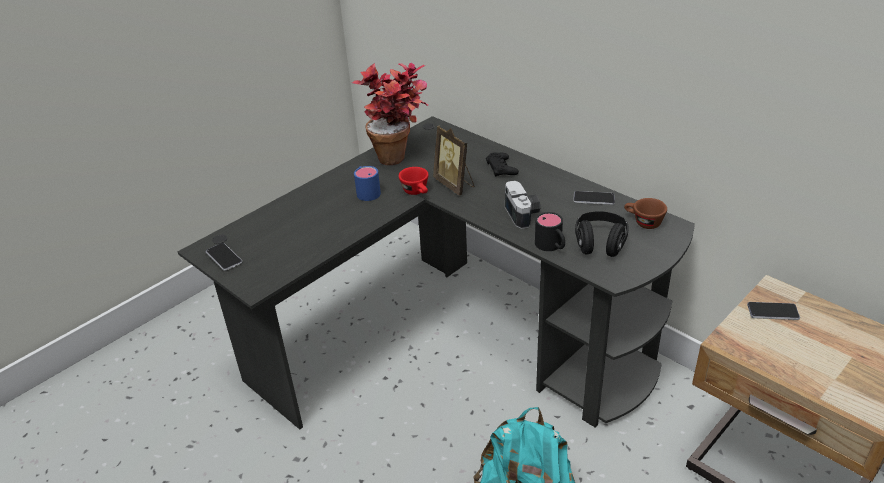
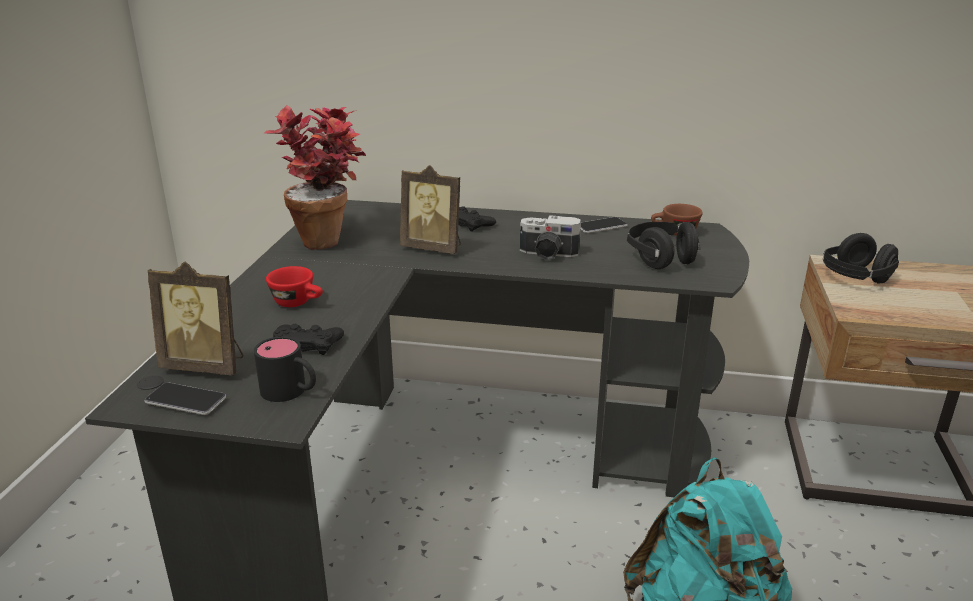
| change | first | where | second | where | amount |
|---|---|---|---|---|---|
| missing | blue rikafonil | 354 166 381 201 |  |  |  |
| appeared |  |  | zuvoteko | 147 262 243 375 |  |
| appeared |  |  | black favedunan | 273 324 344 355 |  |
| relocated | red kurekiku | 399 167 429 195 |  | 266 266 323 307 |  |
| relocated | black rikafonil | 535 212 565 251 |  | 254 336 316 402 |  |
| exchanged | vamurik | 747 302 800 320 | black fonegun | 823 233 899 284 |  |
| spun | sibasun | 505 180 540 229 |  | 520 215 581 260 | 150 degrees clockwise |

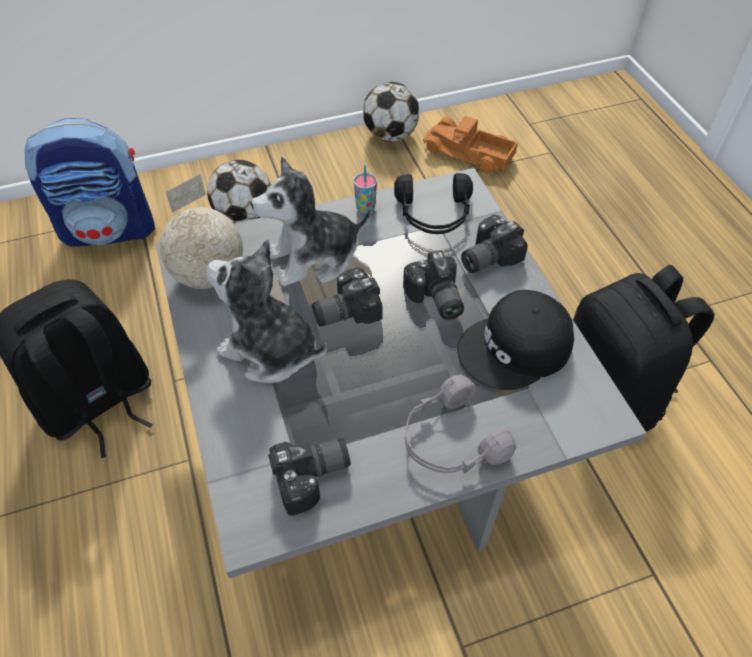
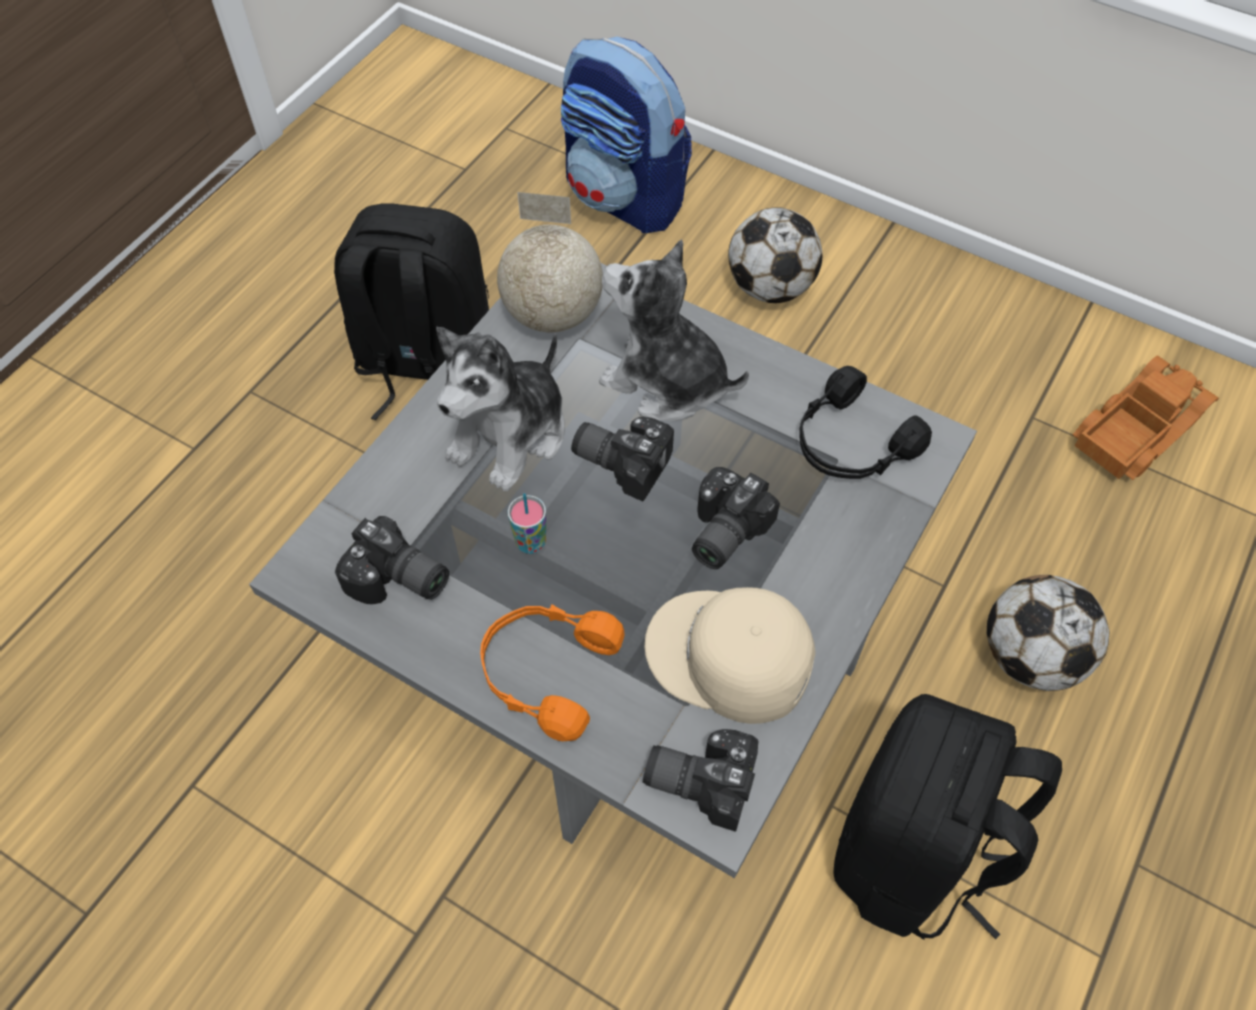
| change | first | where | second | where | amount |
|---|---|---|---|---|---|
| relocated | kurekiku | 354 165 377 214 |  | 508 493 546 554 |  |
| relocated | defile | 363 82 420 142 |  | 987 575 1110 691 |  |
| relocated | sibasun | 461 215 528 273 |  | 643 729 759 832 |  |
| colour | grey fonegun | 405 374 516 474 | orange fonegun | 480 604 625 741 |  |
| colour | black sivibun | 458 290 574 390 | beige sivibun | 645 587 816 724 |  |
| spun | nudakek | 206 240 327 383 |  | 436 327 565 491 | 135 degrees counterclockwise |
| spun | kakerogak | 423 116 518 174 |  | 1072 355 1219 480 | 60 degrees clockwise |

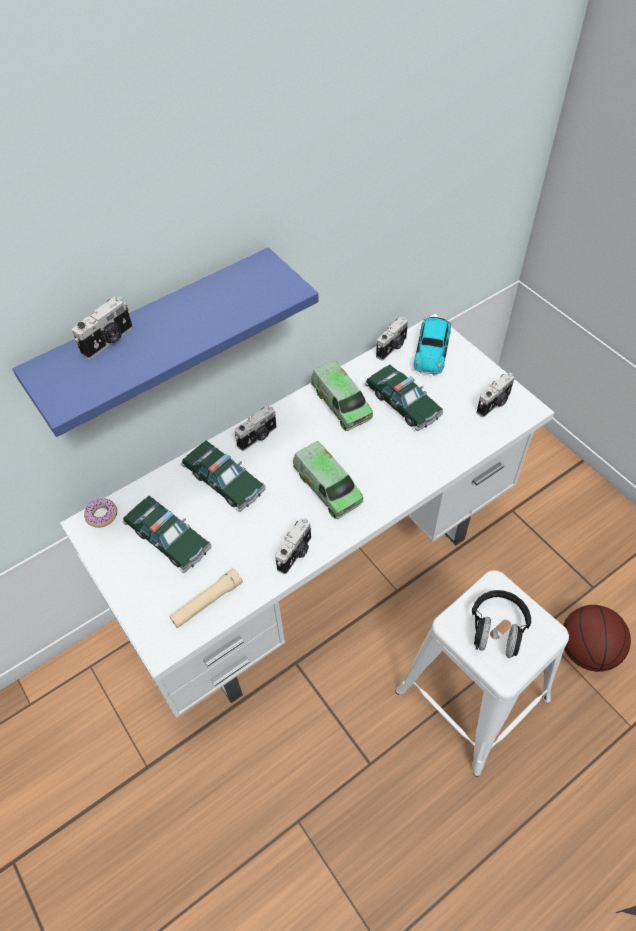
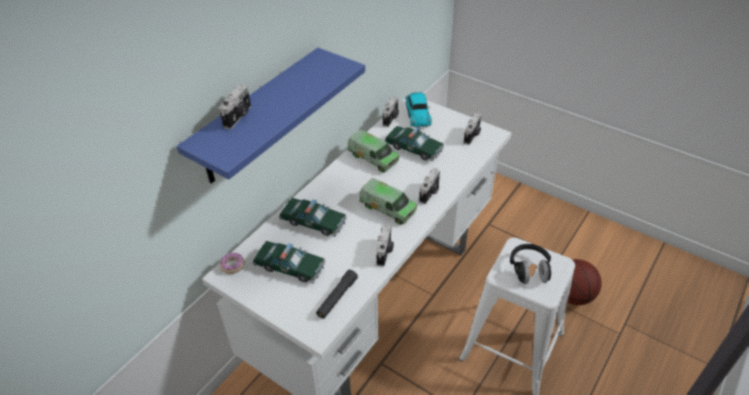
| change | first | where | second | where | amount |
|---|---|---|---|---|---|
| relocated | sibasun | 235 406 276 451 |  | 419 168 440 204 |  |
| colour | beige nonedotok | 169 568 243 628 | black nonedotok | 316 269 358 319 |  |

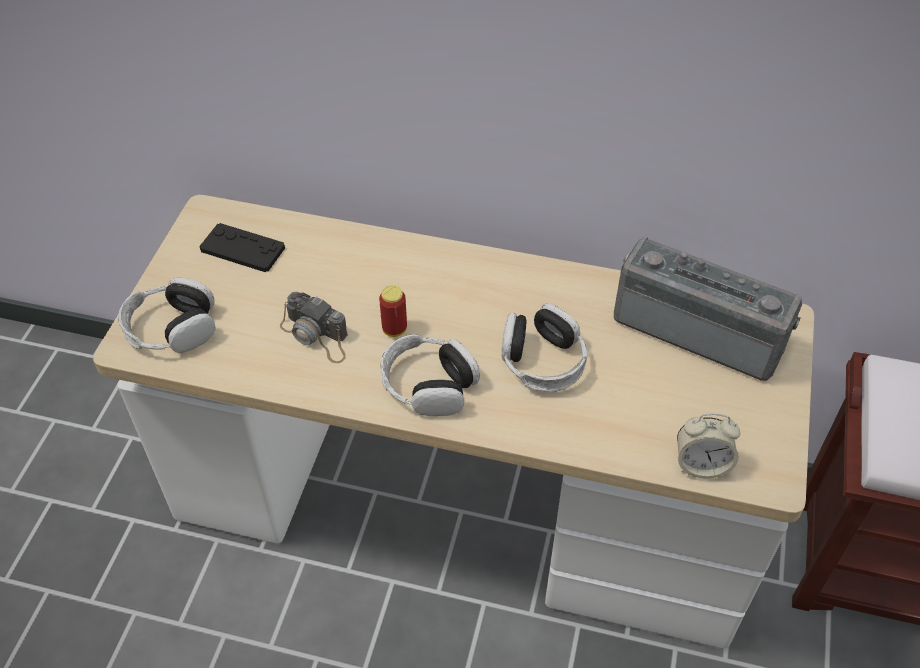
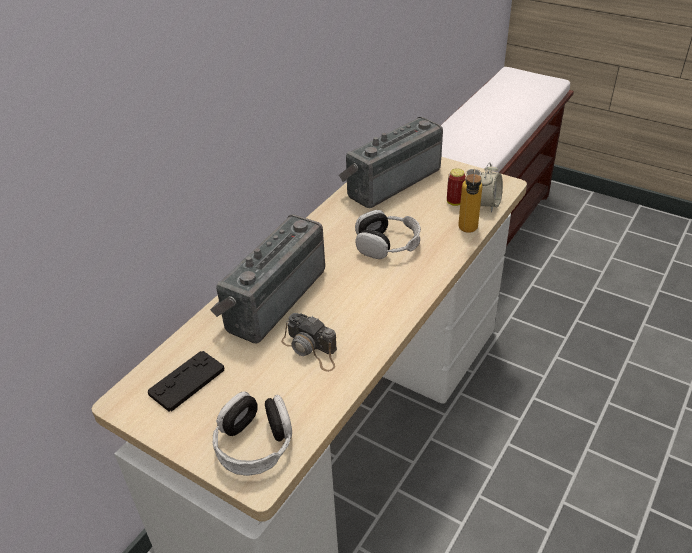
| change | first | where | second | where | amount |
|---|---|---|---|---|---|
| missing | fonegun | 381 334 480 416 |  |  |  |
| appeared |  |  | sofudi | 210 215 325 343 |  |
| appeared |  |  | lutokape | 458 168 482 233 |  |
| relocated | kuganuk | 379 285 407 337 |  | 447 168 466 206 |  |
| spun | sibasun | 280 292 348 363 |  | 281 313 337 372 | 75 degrees clockwise |

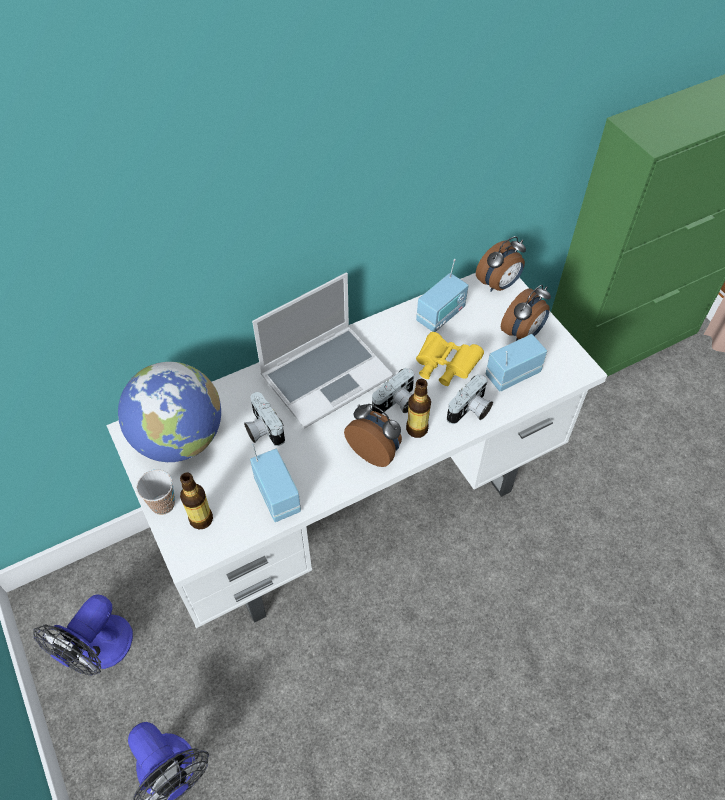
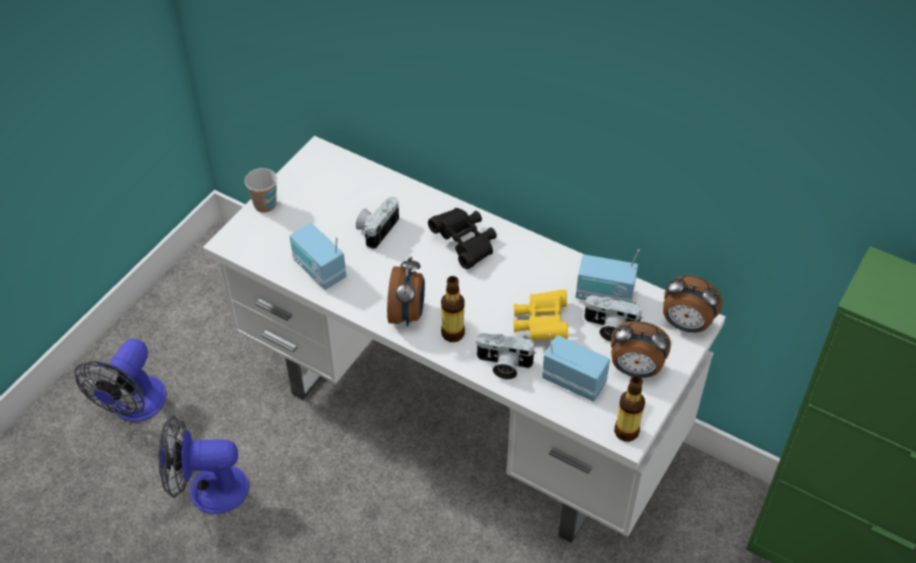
| change | first | where | second | where | amount |
|---|---|---|---|---|---|
| missing | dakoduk | 118 362 221 462 |  |  |  |
| relocated | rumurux | 33 594 133 676 |  | 159 416 249 514 |  |
| relocated | lutokape | 180 472 213 529 |  | 614 376 645 442 |  |
| relocated | sibasun | 372 367 414 414 |  | 584 295 643 342 |  |
| exchanged | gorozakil | 252 273 393 429 | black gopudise | 428 208 497 269 |  |
| spun | sofudi | 250 443 301 522 |  | 289 223 346 290 | 105 degrees clockwise |

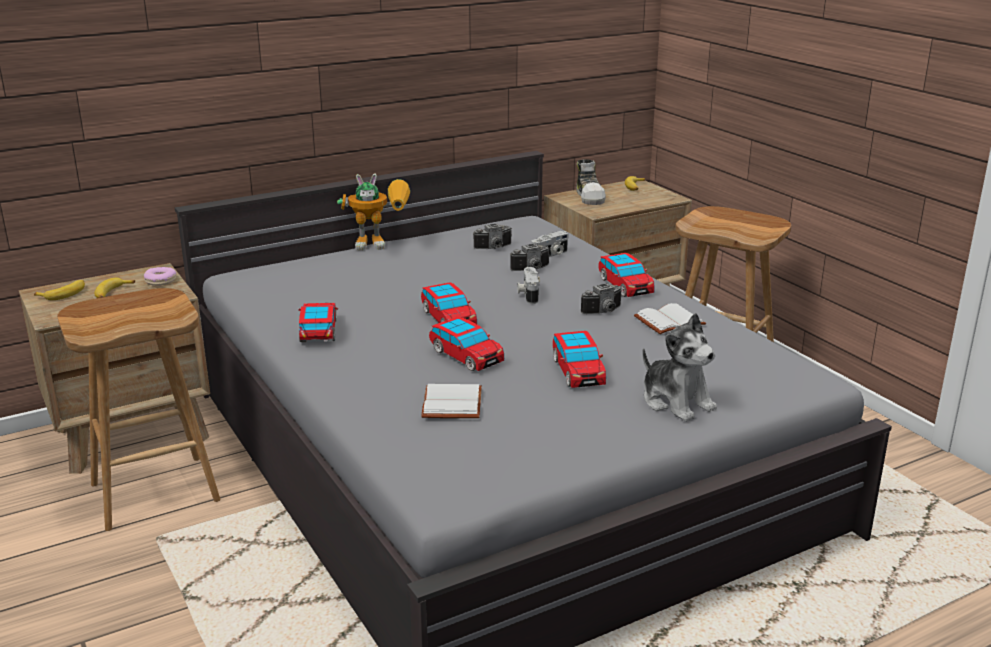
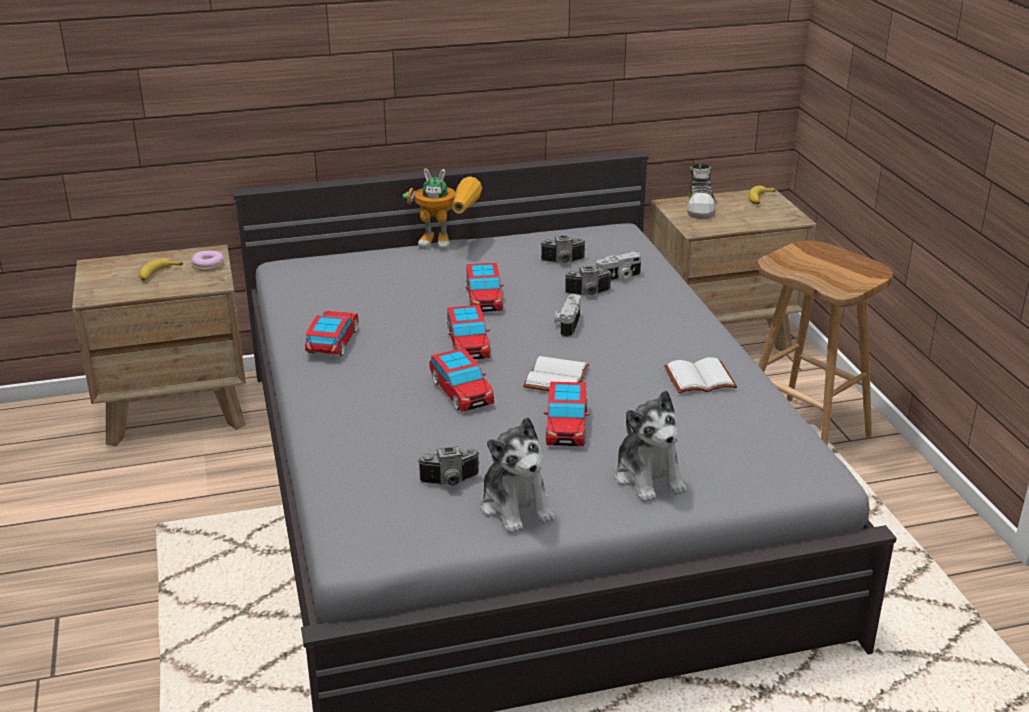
| change | first | where | second | where | amount |
|---|---|---|---|---|---|
| missing | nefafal | 34 280 85 300 |  |  |  |
| missing | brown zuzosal | 57 288 220 531 |  |  |  |
| appeared |  |  | nudakek | 480 417 555 534 |  |
| relocated | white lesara | 421 384 482 418 |  | 523 356 589 391 |  |
| relocated | sibasun | 581 283 622 314 |  | 418 446 479 486 |  |
| relocated | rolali | 598 253 655 297 |  | 466 263 504 312 |  |

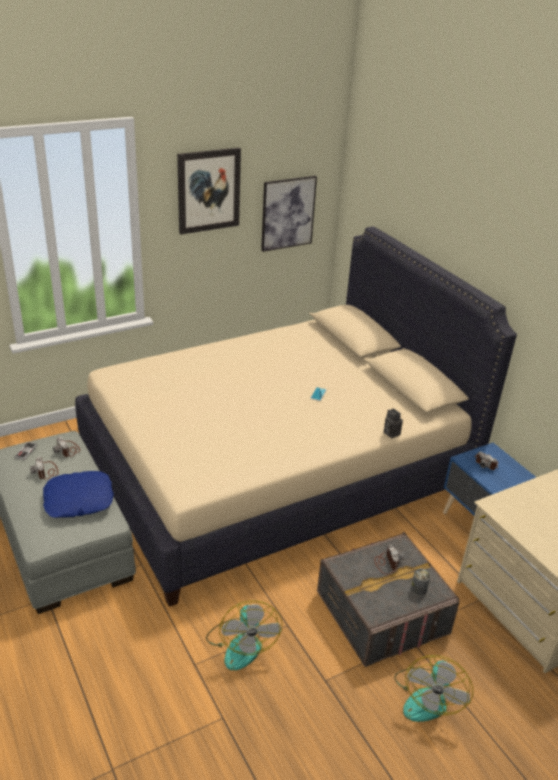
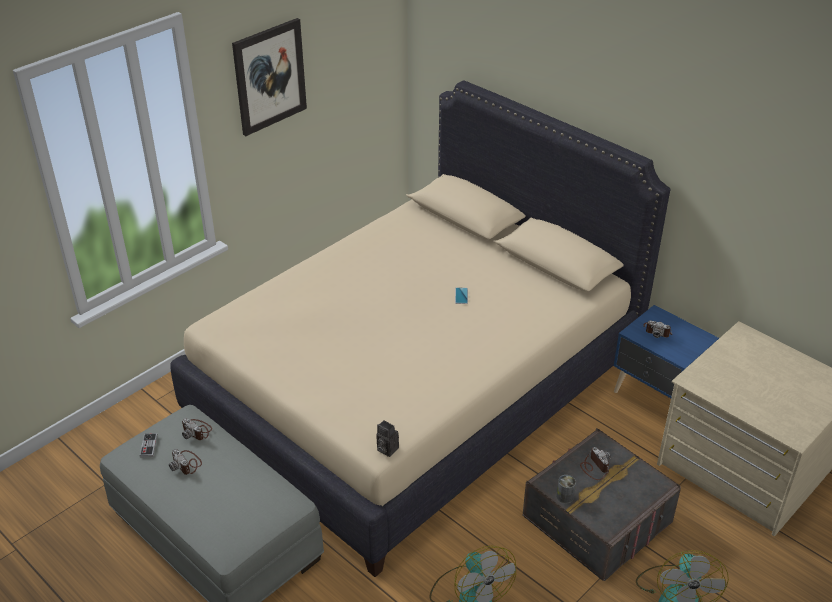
| change | first | where | second | where | amount |
|---|---|---|---|---|---|
| missing | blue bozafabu | 43 471 113 518 |  |  |  |
| missing | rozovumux | 261 176 317 252 |  |  |  |
| relocated | sibasun | 384 408 403 438 |  | 376 420 399 457 |  |
| relocated | kuganuk | 411 569 430 596 |  | 556 475 576 504 |  |

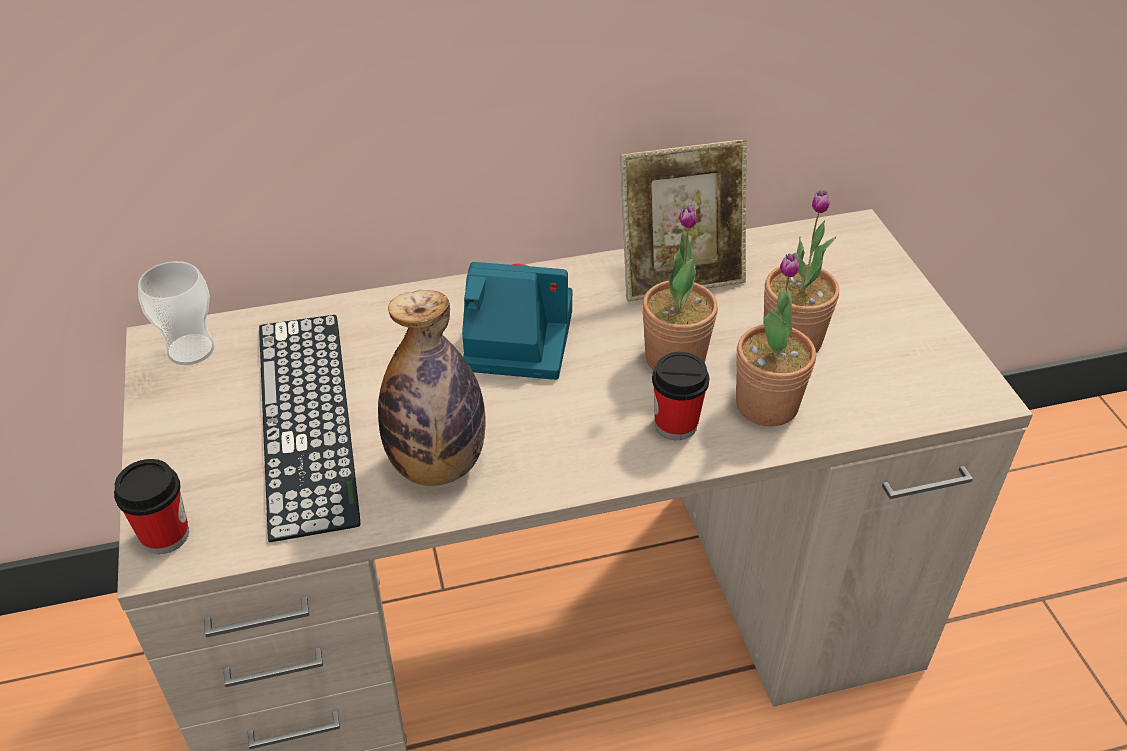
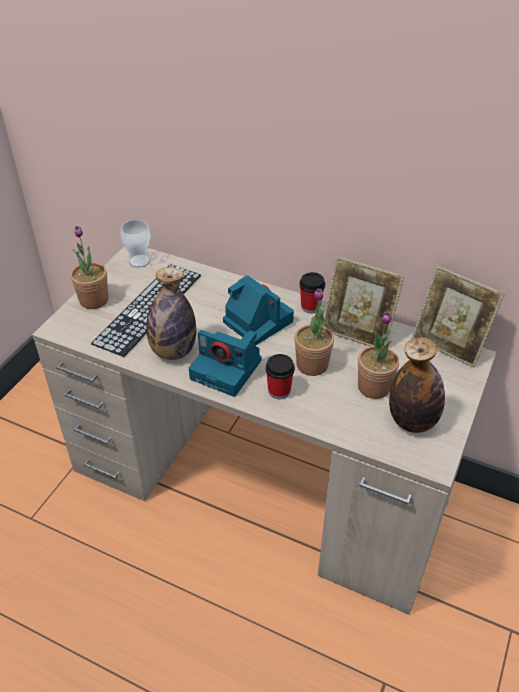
| change | first | where | second | where | amount |
|---|---|---|---|---|---|
| appeared |  |  | sibasun | 189 330 261 397 |  |
| appeared |  |  | lutokape | 389 337 445 433 |  |
| appeared |  |  | zuvoteko | 412 266 505 368 |  |
| relocated | kurekiku | 114 459 189 554 |  | 299 272 325 313 |  |
| relocated | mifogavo | 736 253 816 426 |  | 70 226 108 309 |  |

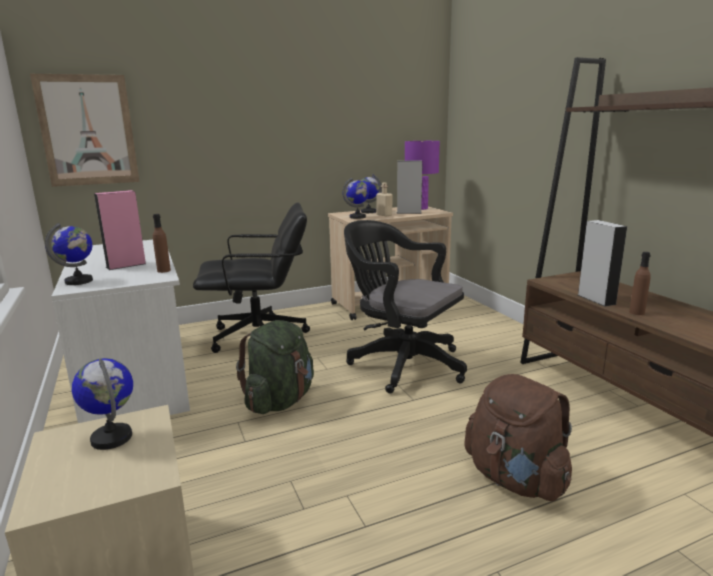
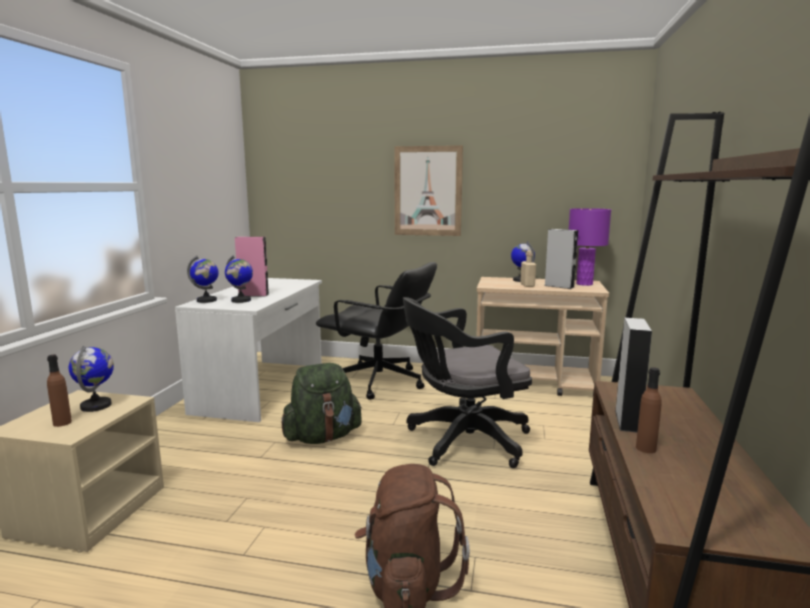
| change | first | where | second | where | amount |
|---|---|---|---|---|---|
| relocated | rozovumux | 30 74 139 187 |  | 394 145 463 236 |  |
| relocated | brown lutokape | 153 214 171 273 |  | 47 355 72 427 |  |
| relocated | dakoduk | 342 178 369 219 |  | 225 255 253 303 |  |
| spun | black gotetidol | 344 220 467 393 |  | 403 297 532 468 | 90 degrees counterclockwise |

